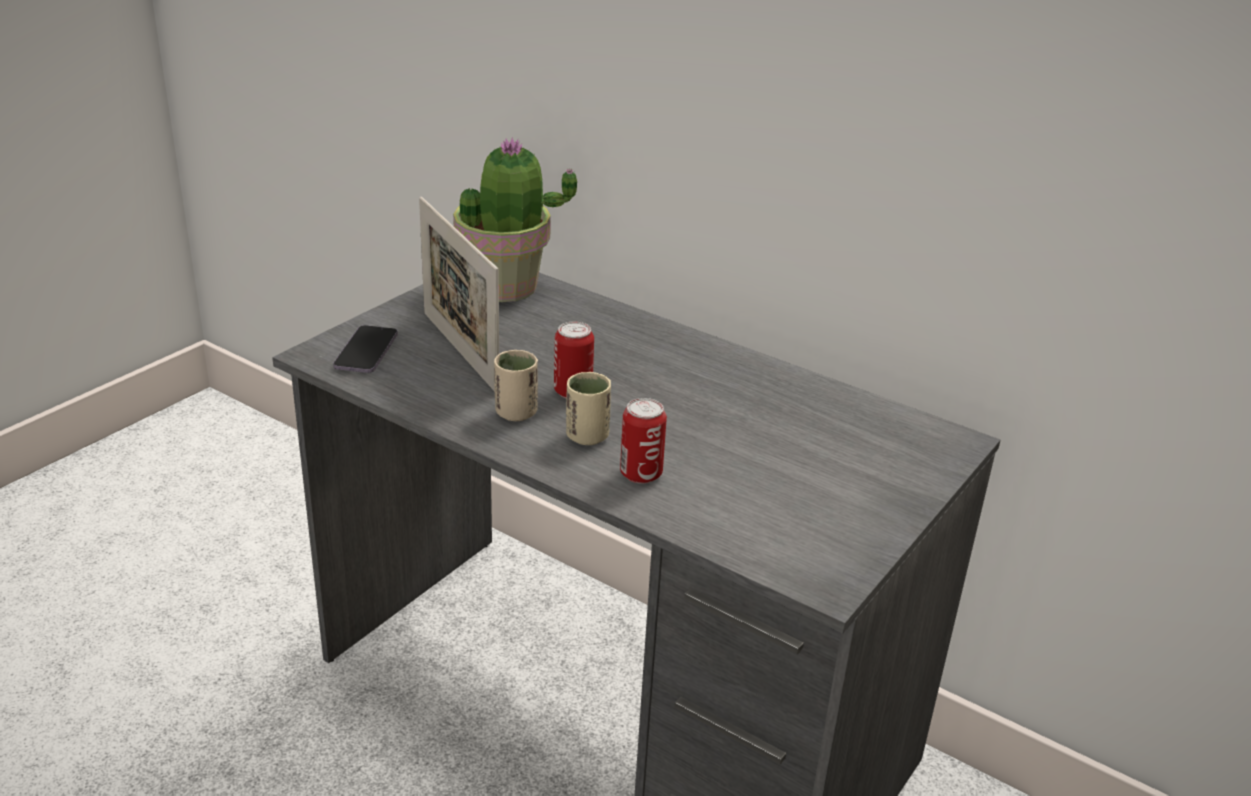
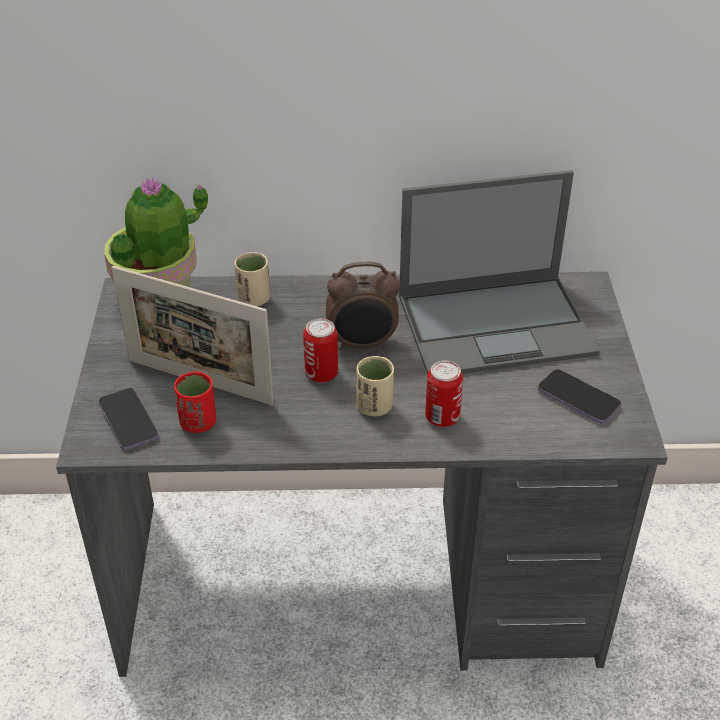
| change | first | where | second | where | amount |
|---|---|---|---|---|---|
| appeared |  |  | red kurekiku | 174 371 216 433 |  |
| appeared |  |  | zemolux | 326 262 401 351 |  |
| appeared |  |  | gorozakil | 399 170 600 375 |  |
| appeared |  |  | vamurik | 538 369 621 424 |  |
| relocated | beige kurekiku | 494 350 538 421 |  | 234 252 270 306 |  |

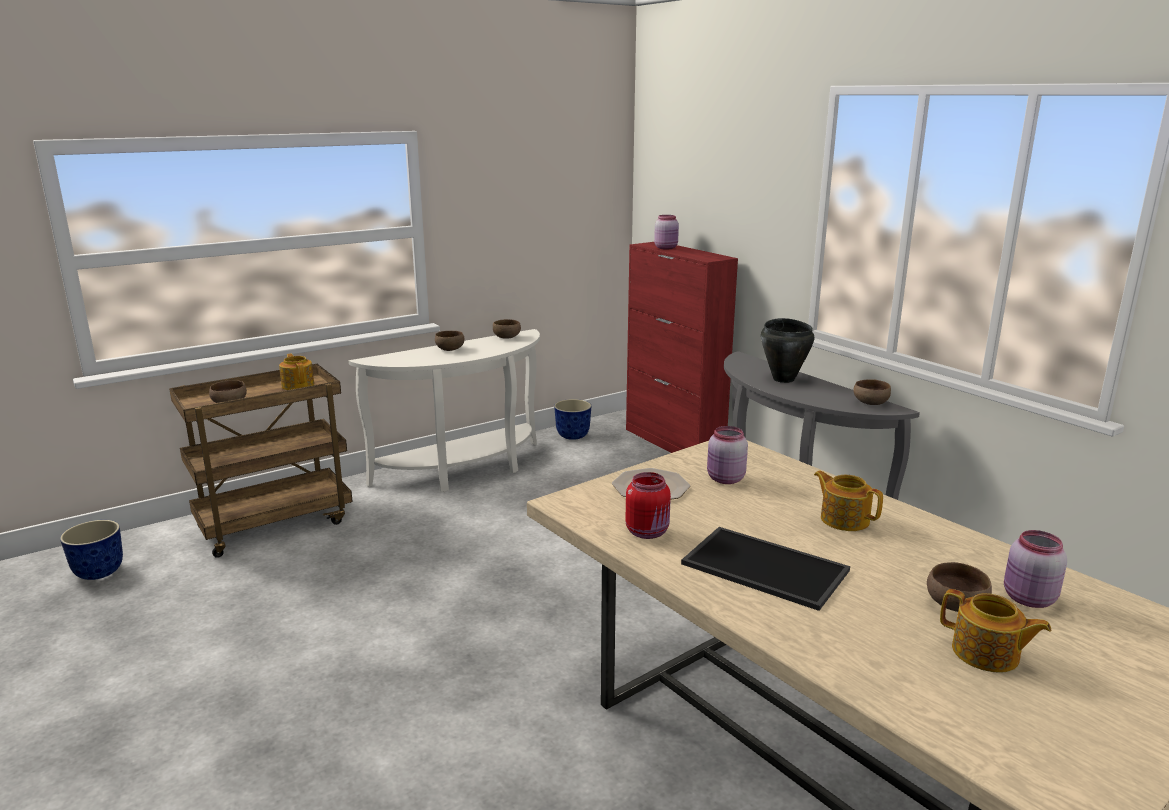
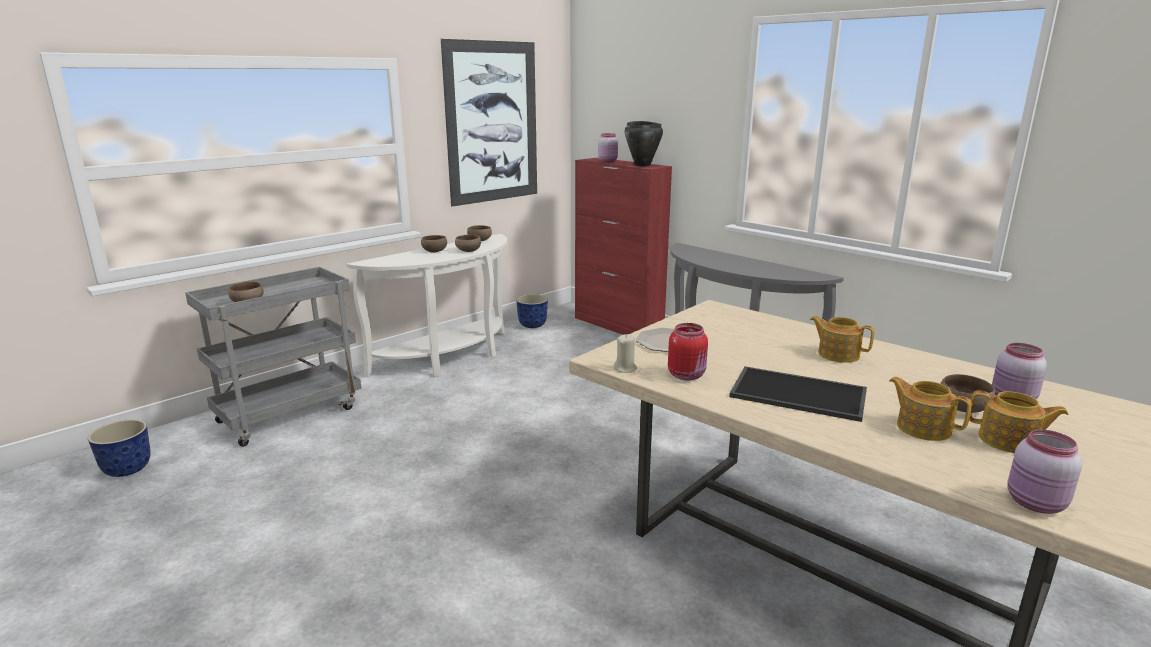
| change | first | where | second | where | amount |
|---|---|---|---|---|---|
| appeared |  |  | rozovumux | 441 39 537 207 |  |
| appeared |  |  | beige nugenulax | 614 334 637 373 |  |
| relocated | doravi | 279 353 314 390 |  | 889 376 972 441 |  |
| relocated | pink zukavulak | 707 426 748 484 |  | 1008 430 1082 514 |  |
| relocated | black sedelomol | 761 318 815 383 |  | 625 121 663 166 |  |
| relocated | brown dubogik | 853 379 891 405 |  | 455 234 481 252 |  |
| colour | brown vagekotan | 169 364 353 558 | grey vagekotan | 185 267 361 447 |  |

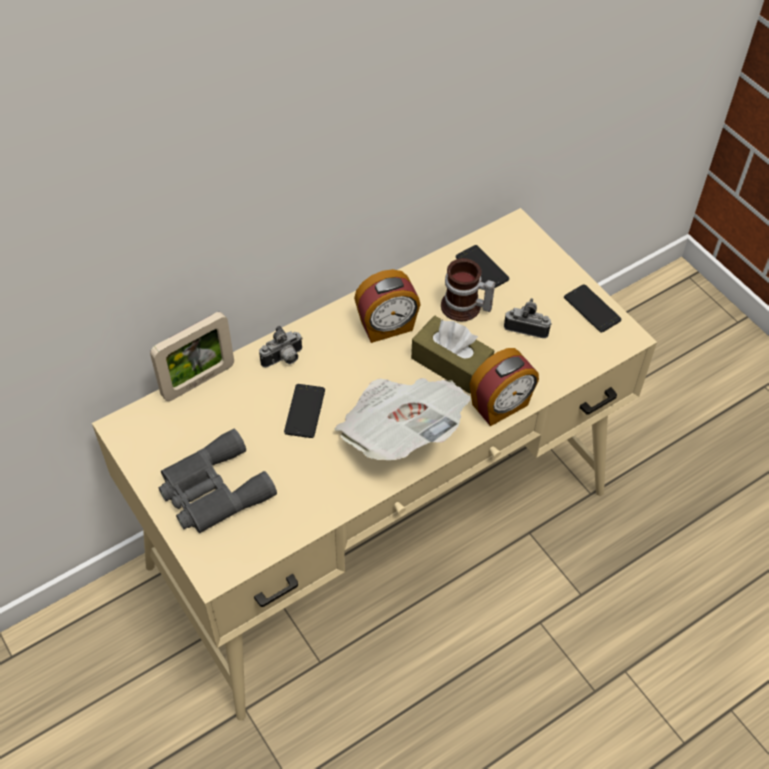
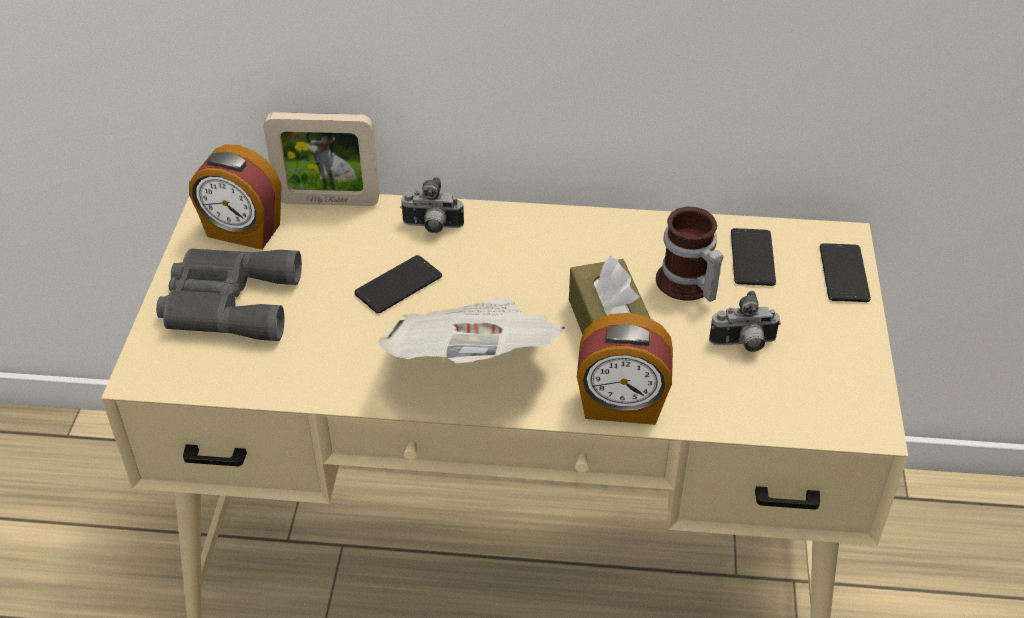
| change | first | where | second | where | amount |
|---|---|---|---|---|---|
| relocated | zemolux | 354 269 421 343 |  | 189 144 282 250 |  |
| relocated | vamurik | 564 284 621 333 |  | 820 243 871 302 |  |
| spun | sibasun | 504 298 551 338 |  | 709 291 781 352 | 120 degrees clockwise |

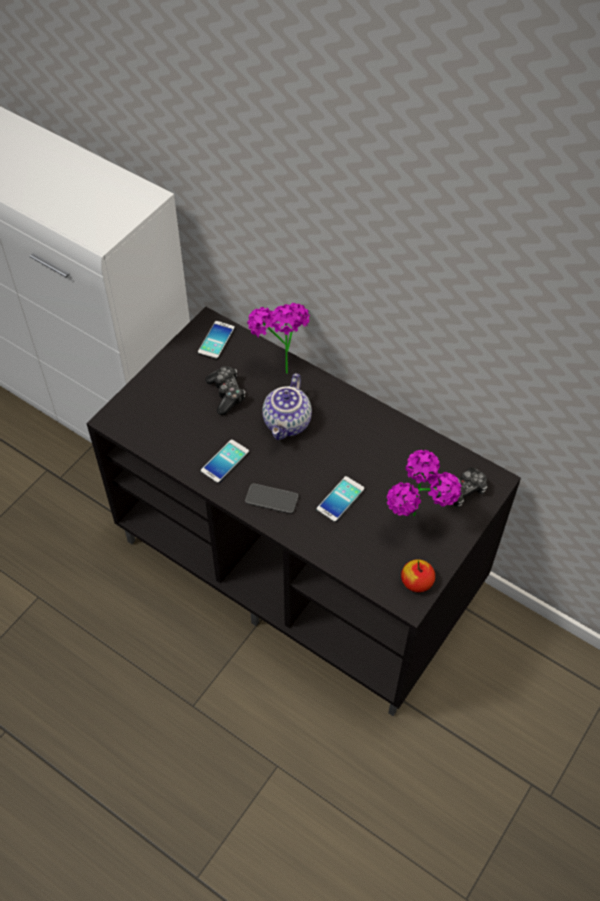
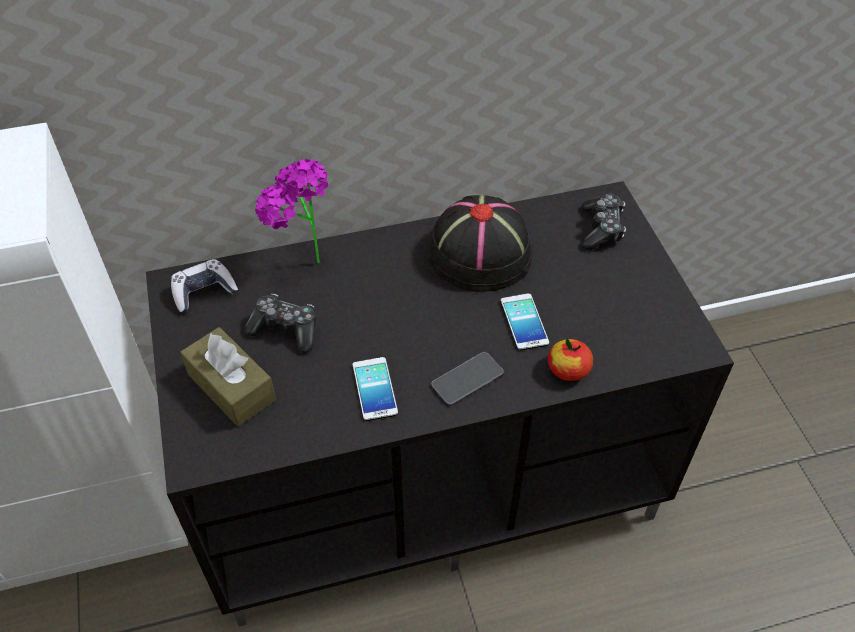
| change | first | where | second | where | amount |
|---|---|---|---|---|---|
| missing | doravi | 262 373 312 440 |  |  |  |
| missing | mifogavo | 387 450 462 516 |  |  |  |
| appeared |  |  | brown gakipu | 180 327 276 427 |  |
| appeared |  |  | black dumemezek | 428 195 533 292 |  |
| relocated | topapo | 401 559 435 592 |  | 548 339 593 381 |  |
| exchanged | vamurik | 198 321 235 359 | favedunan | 171 259 238 312 |  |

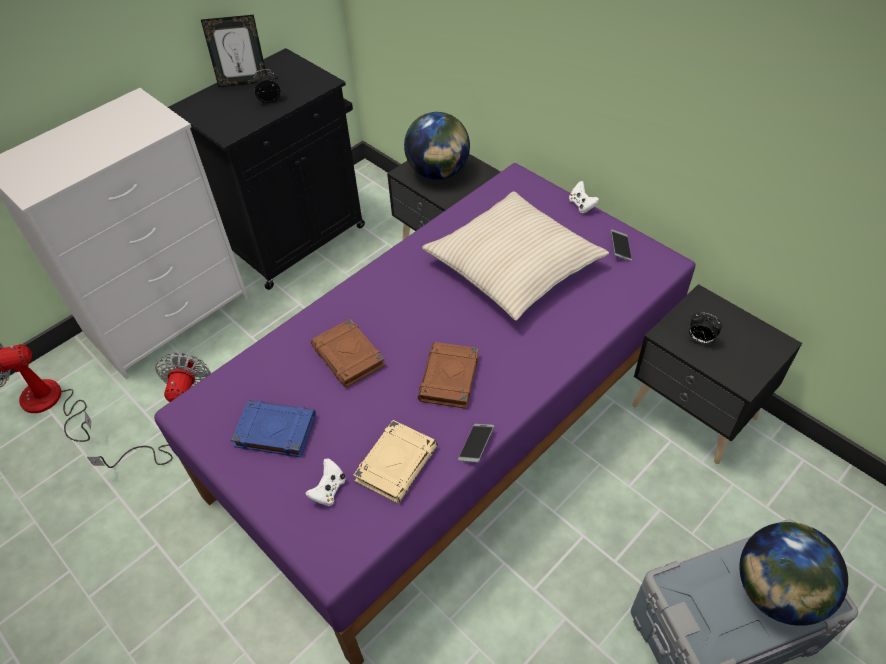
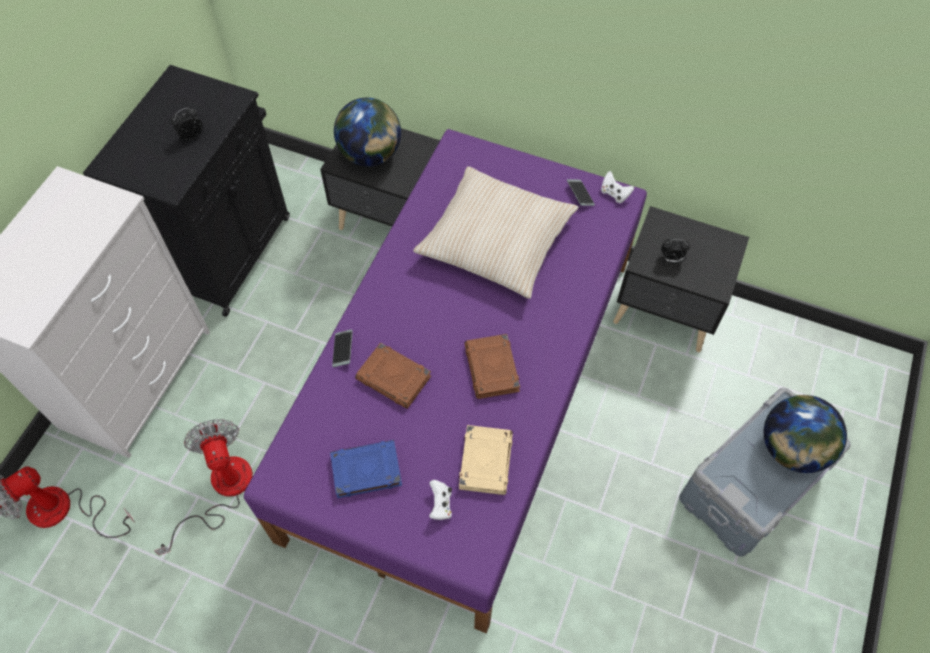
| change | first | where | second | where | amount |
|---|---|---|---|---|---|
| missing | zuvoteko | 201 15 267 87 |  |  |  |
| relocated | vamurik | 458 424 494 463 |  | 332 329 353 367 |  |
| relocated | white favedunan | 569 181 600 213 |  | 601 171 634 203 |  |

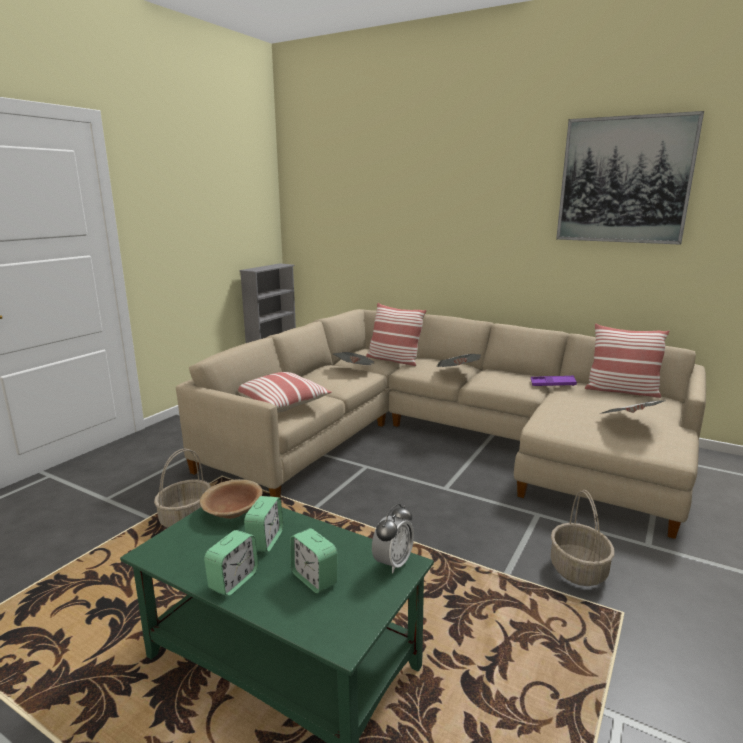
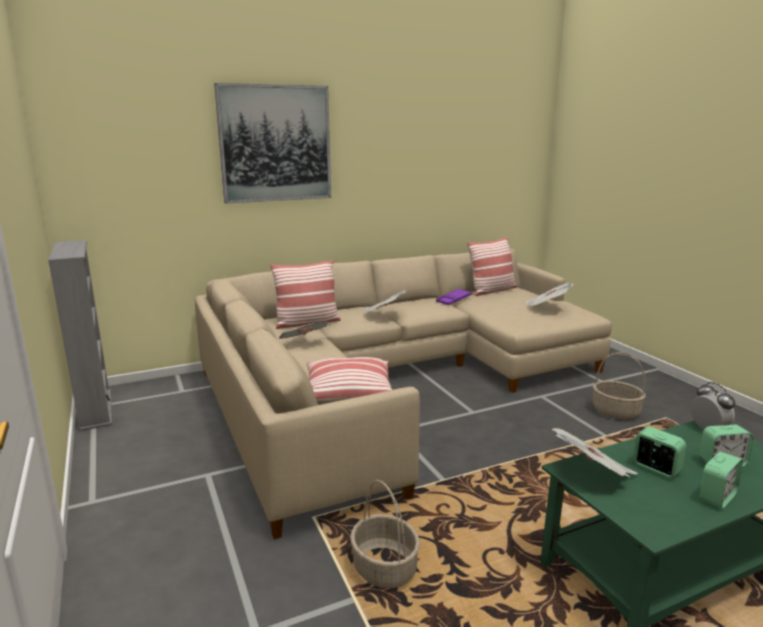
| change | first | where | second | where | amount |
|---|---|---|---|---|---|
| relocated | rozovumux | 556 111 704 245 |  | 214 83 331 204 |  |
| exchanged | brown dubogik | 200 479 263 519 | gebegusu | 552 428 638 478 |  |
| spun | zemolux | 204 530 259 596 |  | 700 452 743 509 | 75 degrees clockwise |

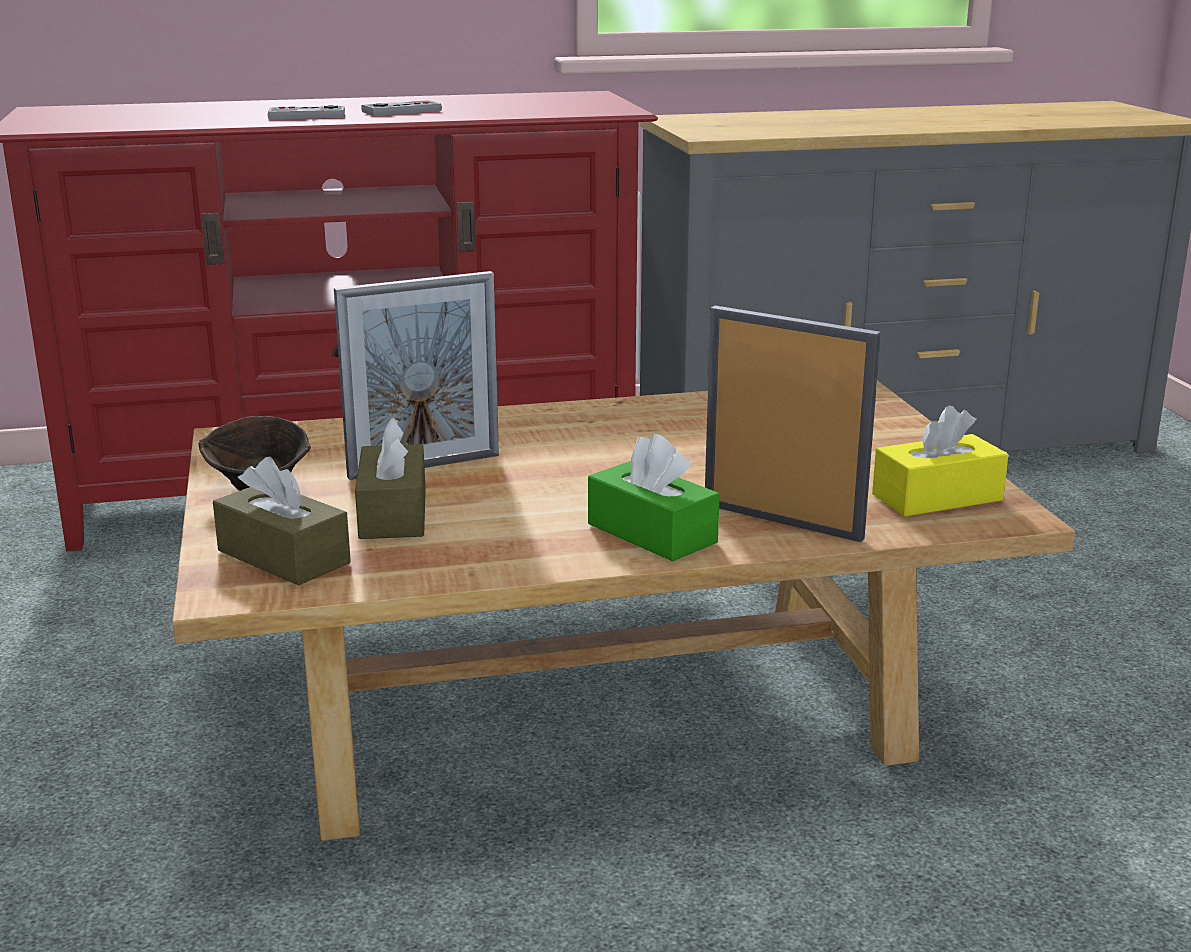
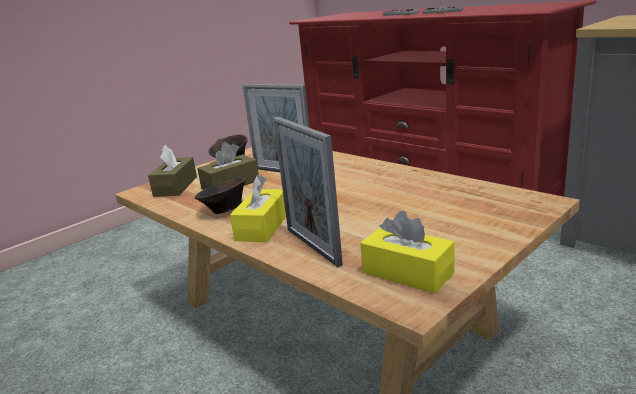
| change | first | where | second | where | amount |
|---|---|---|---|---|---|
| appeared |  |  | brown dubogik | 195 176 246 214 |  |
| colour | green gakipu | 588 434 720 561 | yellow gakipu | 230 175 286 242 |  |
| spun | zuvoteko | 705 306 881 542 |  | 273 117 343 267 | 150 degrees clockwise |

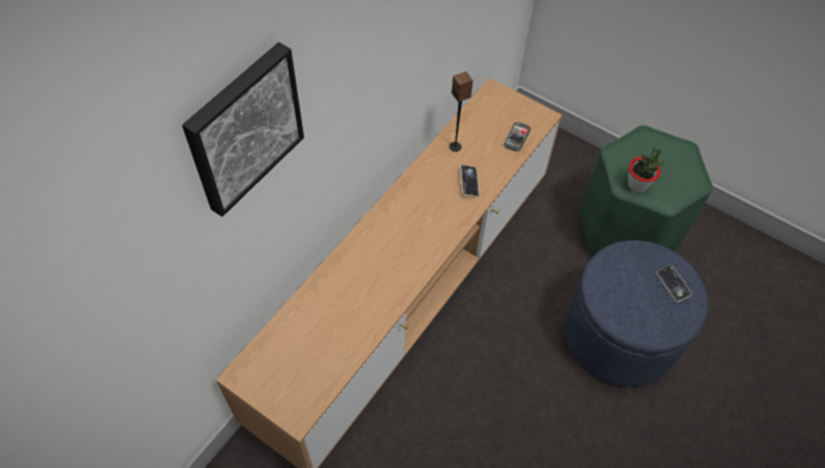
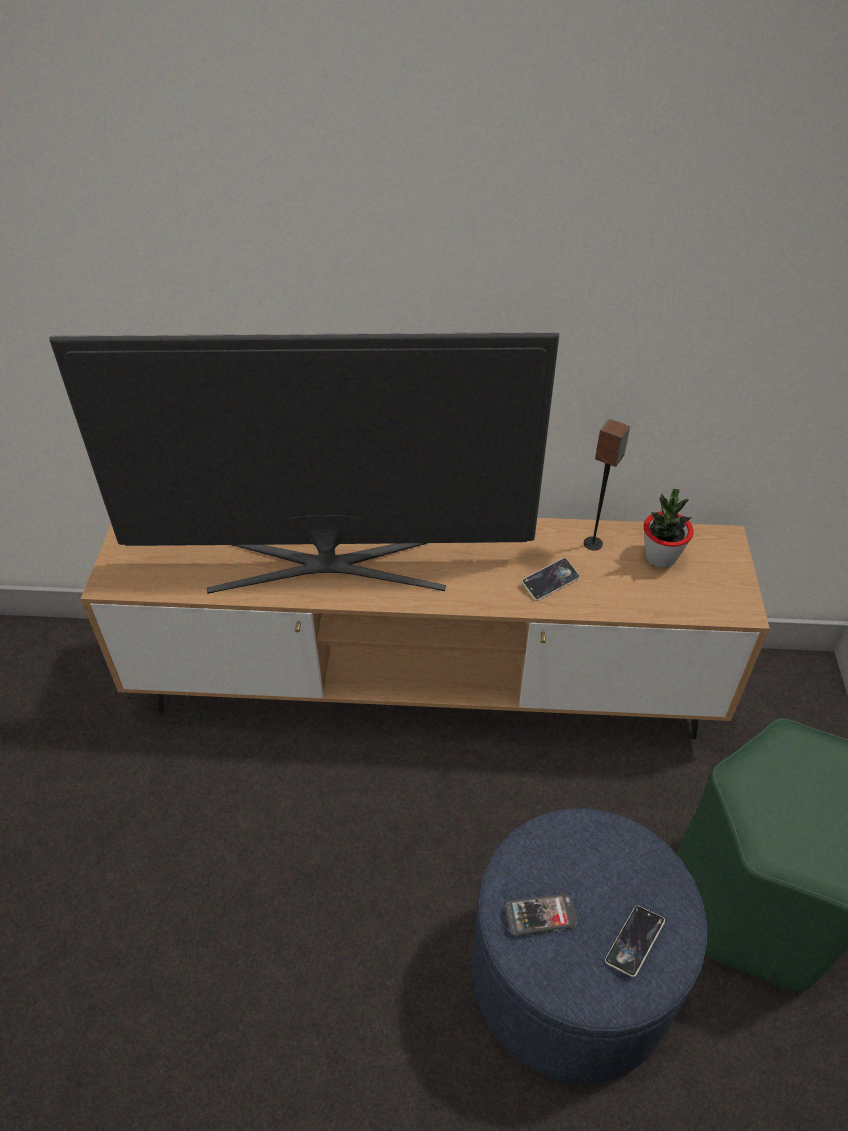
| change | first | where | second | where | amount |
|---|---|---|---|---|---|
| missing | rozovumux | 182 42 304 217 |  |  |  |
| appeared |  |  | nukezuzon | 49 332 559 594 |  |
| relocated | vamurik | 504 122 531 152 |  | 505 894 578 936 |  |
| relocated | mifogavo | 628 147 664 193 |  | 644 489 694 568 |  |

